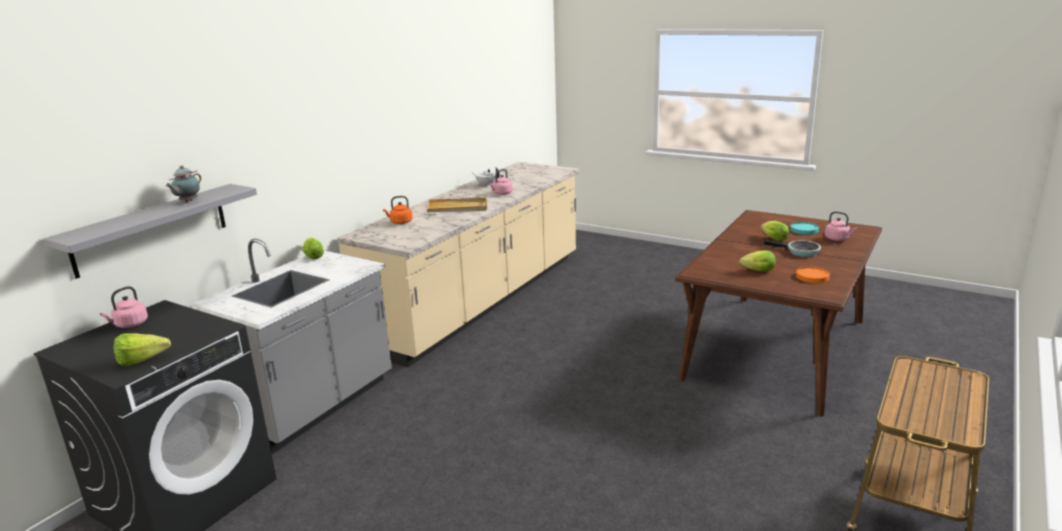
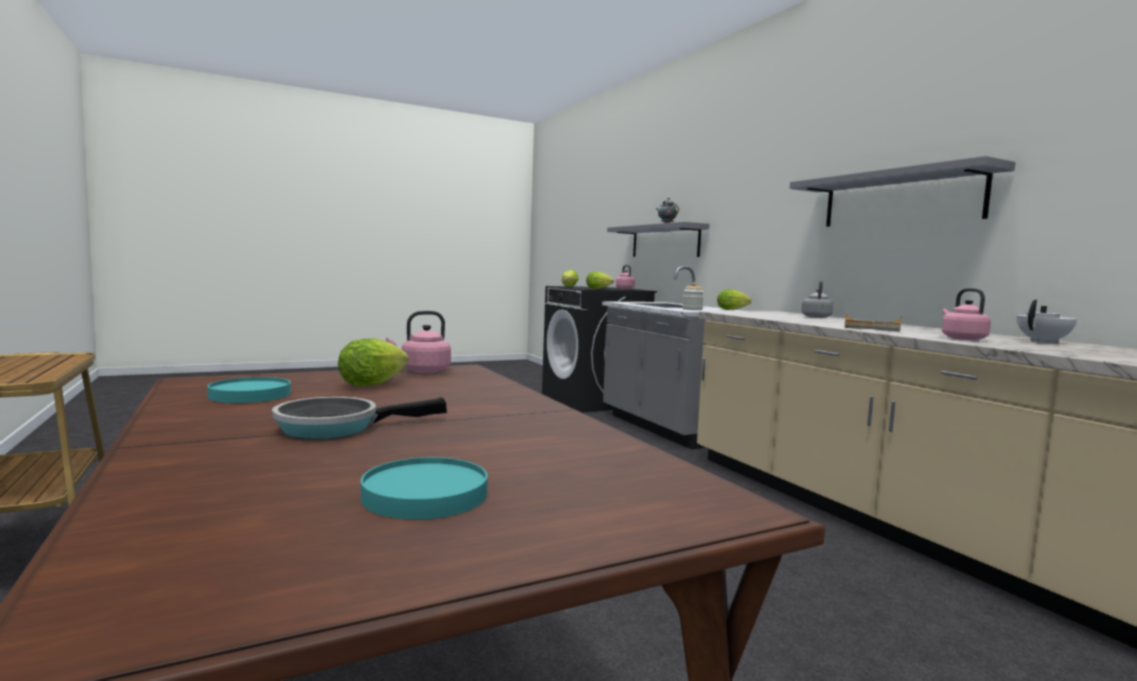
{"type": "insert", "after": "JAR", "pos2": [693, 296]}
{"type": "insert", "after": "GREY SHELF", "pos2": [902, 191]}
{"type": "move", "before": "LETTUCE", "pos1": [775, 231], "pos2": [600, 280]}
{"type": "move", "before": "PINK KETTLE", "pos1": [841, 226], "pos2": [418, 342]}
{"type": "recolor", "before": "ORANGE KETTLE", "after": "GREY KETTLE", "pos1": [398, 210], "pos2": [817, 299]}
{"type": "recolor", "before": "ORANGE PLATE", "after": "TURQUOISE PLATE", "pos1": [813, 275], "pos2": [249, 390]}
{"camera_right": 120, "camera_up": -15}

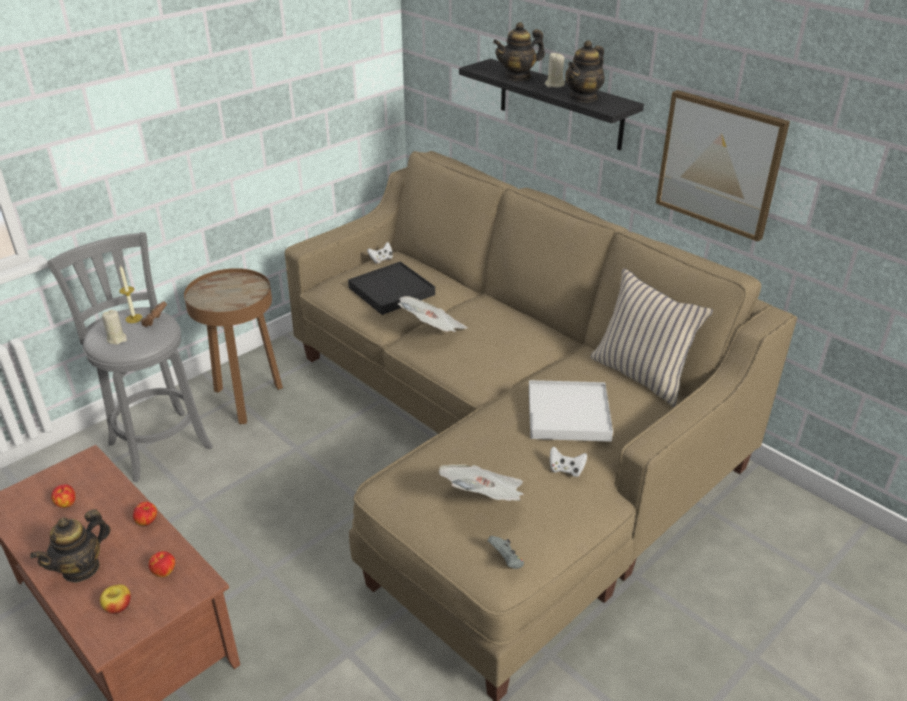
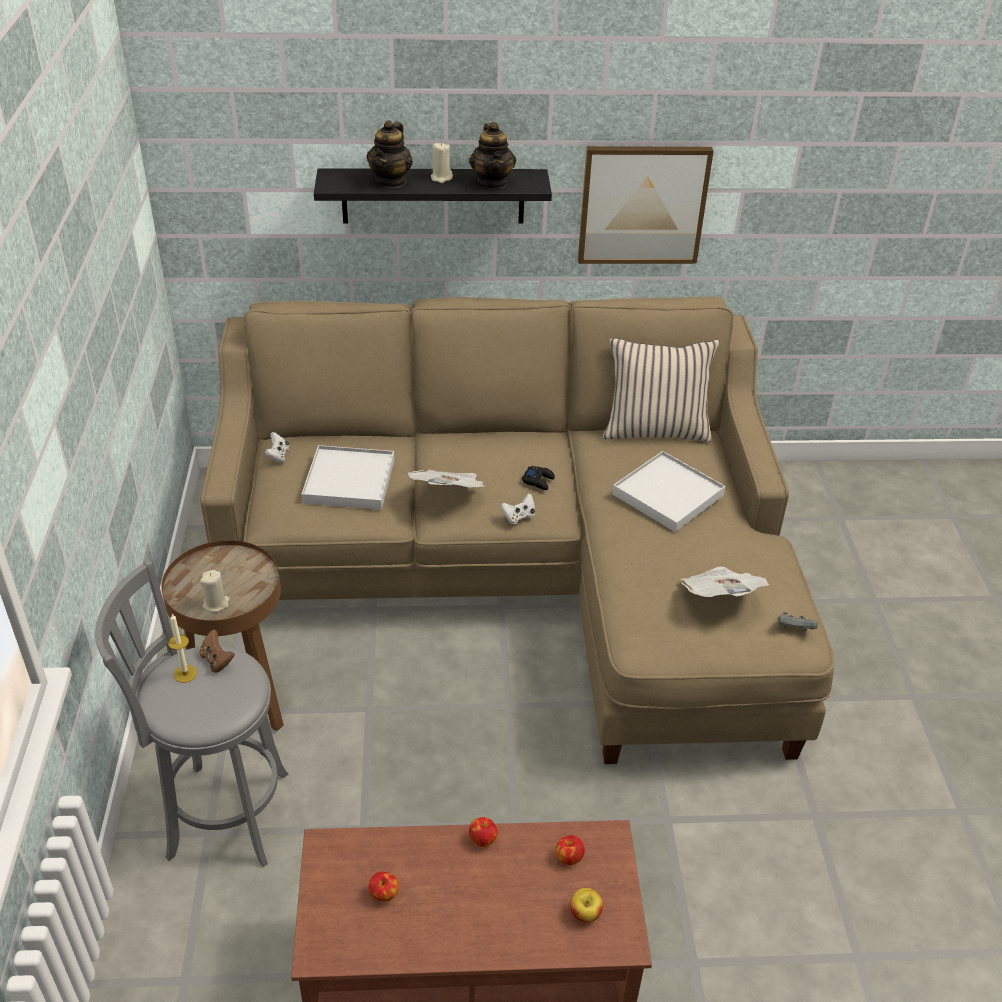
{"type": "delete", "before": "TEAPOT", "pos1": [70, 546]}
{"type": "insert", "after": "BLACK GAME CONTROLLER", "pos2": [538, 478]}
{"type": "move", "before": "BEIGE CANDLE", "pos1": [114, 327], "pos2": [215, 591]}
{"type": "move", "before": "WHITE GAME CONTROLLER", "pos1": [568, 461], "pos2": [518, 508]}
{"type": "recolor", "before": "BLACK TRAY", "after": "WHITE TRAY", "pos1": [391, 288], "pos2": [348, 477]}
{"camera_right": -50, "camera_up": 5}

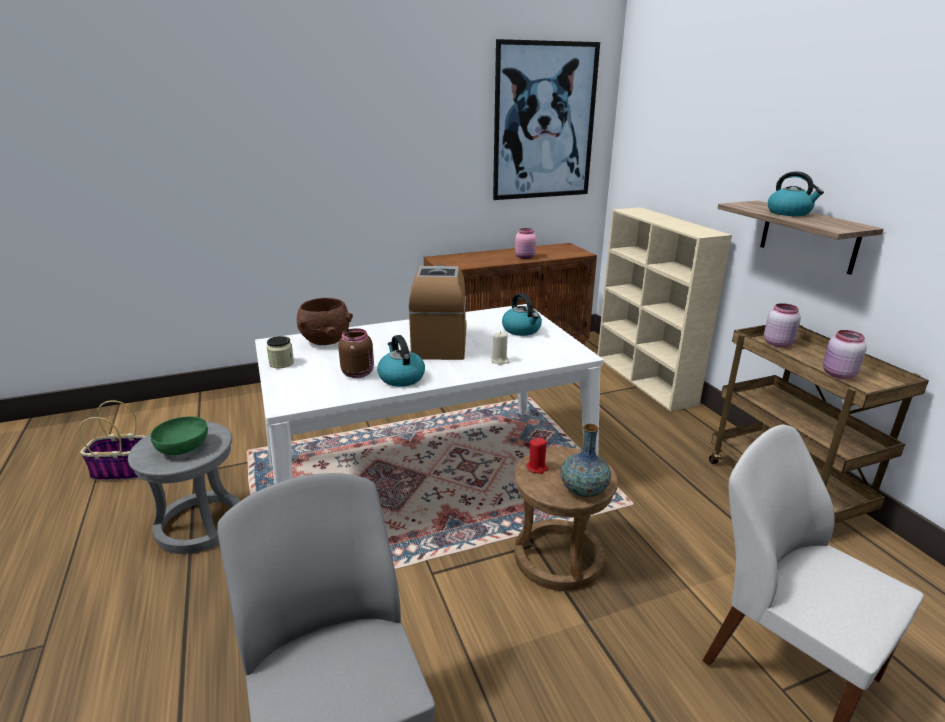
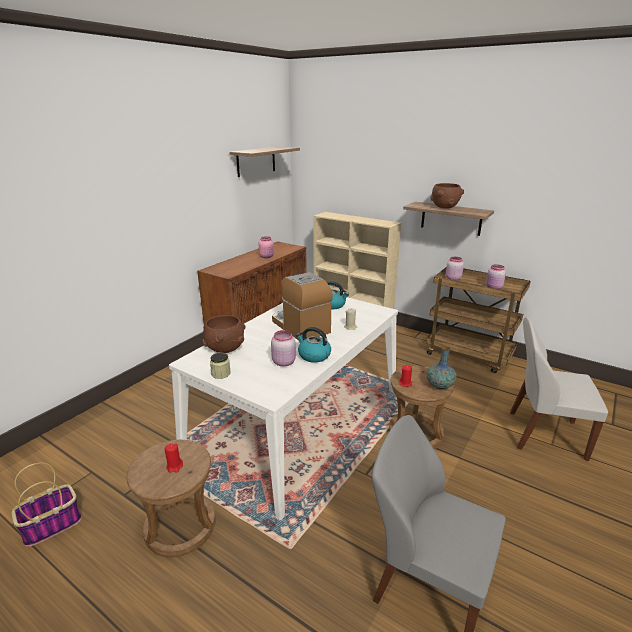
{"type": "replace", "before": "GREEN BOWL", "after": "RED CANDLE", "pos1": [179, 435], "pos2": [173, 458]}
{"type": "replace", "before": "PICTURE", "after": "SHELF", "pos1": [546, 119], "pos2": [264, 161]}
{"type": "replace", "before": "KETTLE", "after": "BROWN BOWL", "pos1": [796, 193], "pos2": [447, 196]}
{"type": "recolor", "before": "GREY STOOL", "after": "BROWN STOOL", "pos1": [184, 488], "pos2": [171, 499]}
{"type": "recolor", "before": "BROWN JAR", "after": "PINK JAR", "pos1": [356, 353], "pos2": [283, 348]}
{"camera_right": -35, "camera_up": 0}

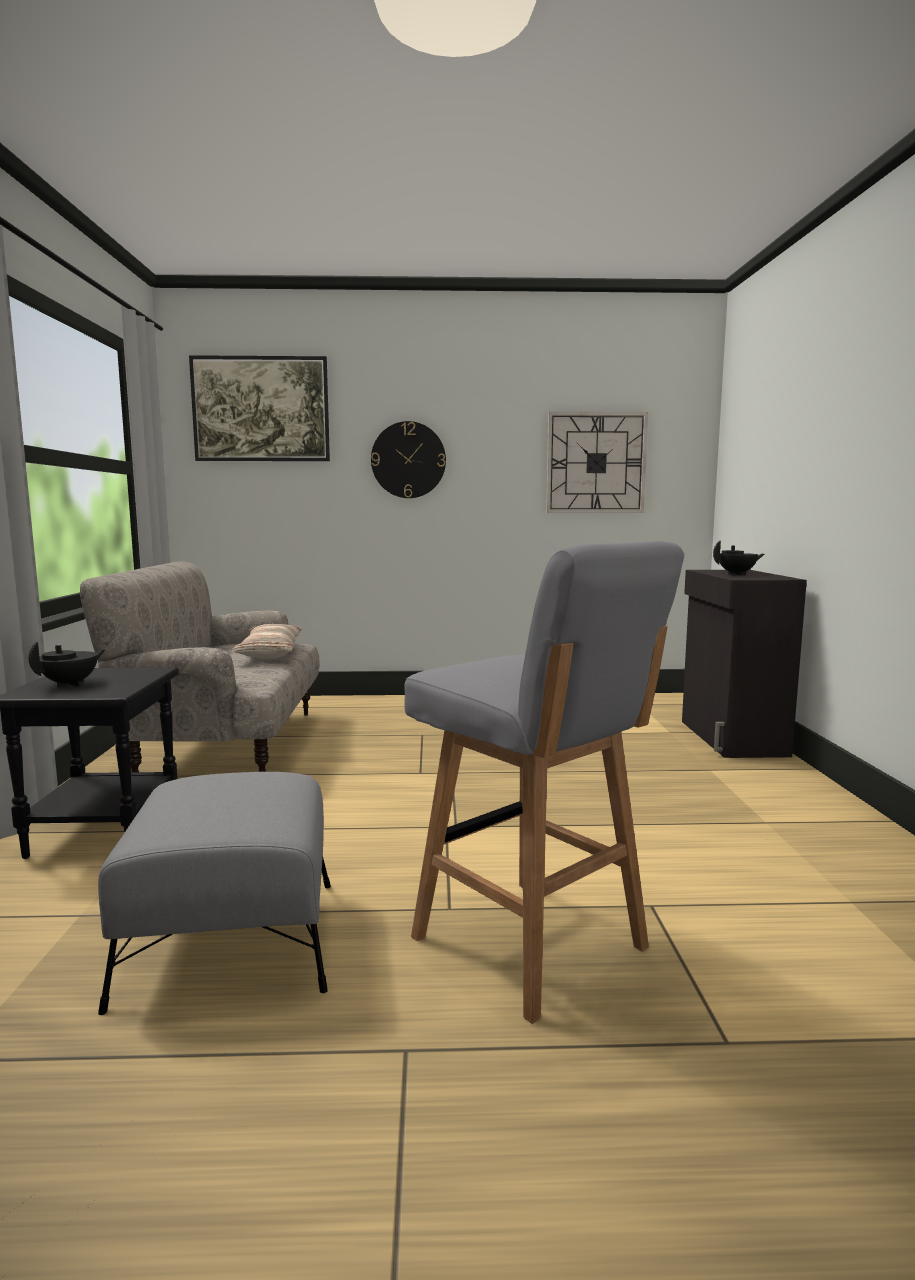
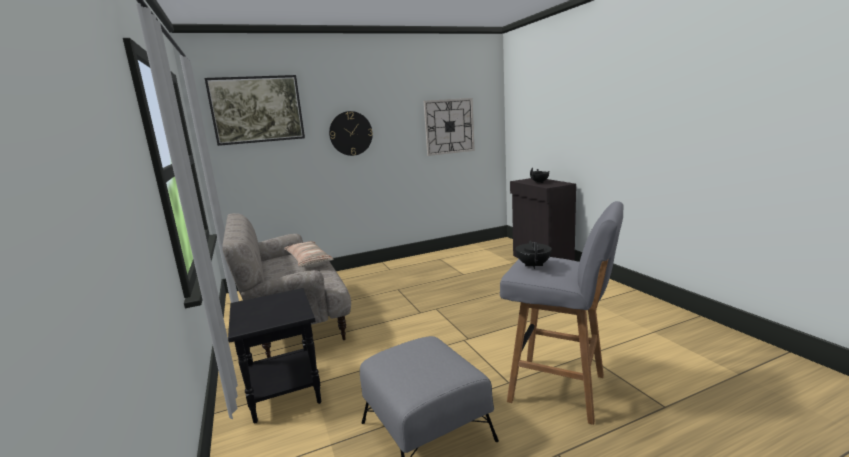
{"type": "move", "before": "BLACK TEAPOT", "pos1": [67, 664], "pos2": [534, 255]}
{"camera_right": -20, "camera_up": 5}

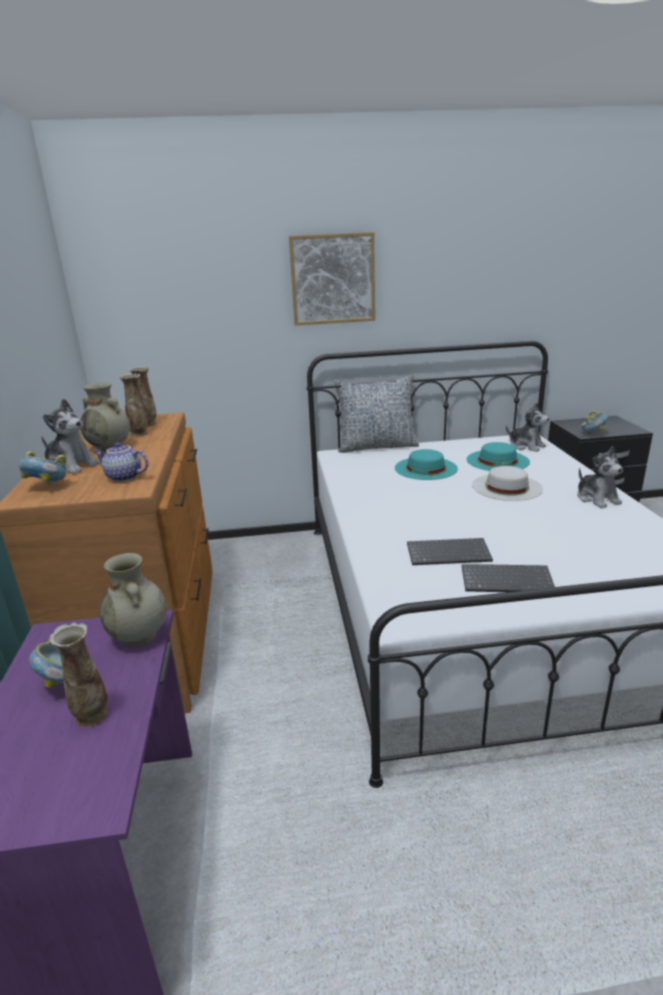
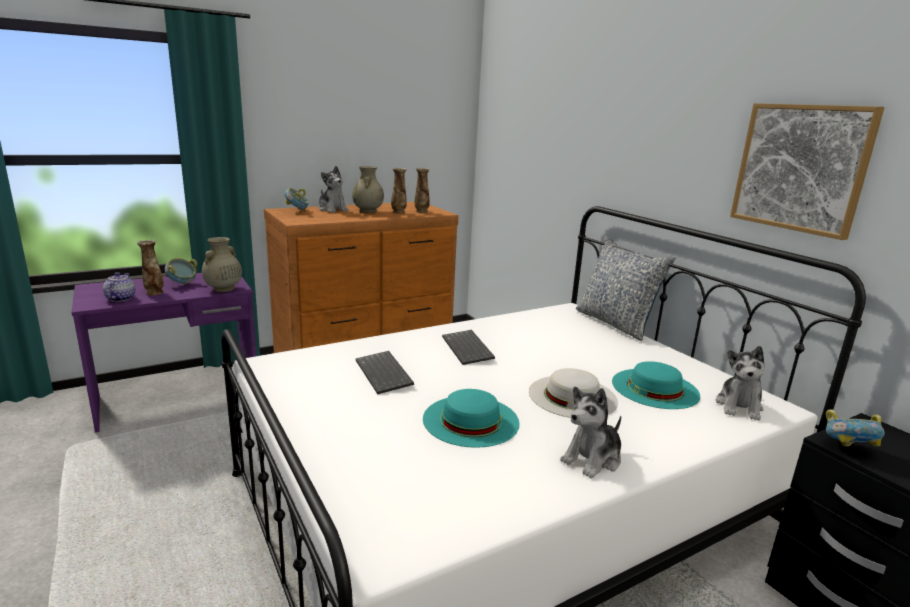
{"type": "move", "before": "TEAPOT", "pos1": [121, 462], "pos2": [119, 287]}
{"type": "move", "before": "PICTURE", "pos1": [332, 278], "pos2": [807, 171]}
{"type": "move", "before": "TURQUOISE HAT", "pos1": [426, 464], "pos2": [471, 418]}
{"type": "move", "before": "KEYBOARD", "pos1": [508, 578], "pos2": [468, 347]}
{"type": "rotate", "before": "PLUSH TOY", "pos1": [70, 436], "pos2": [333, 189], "turn": -45}
{"camera_right": 65, "camera_up": -5}

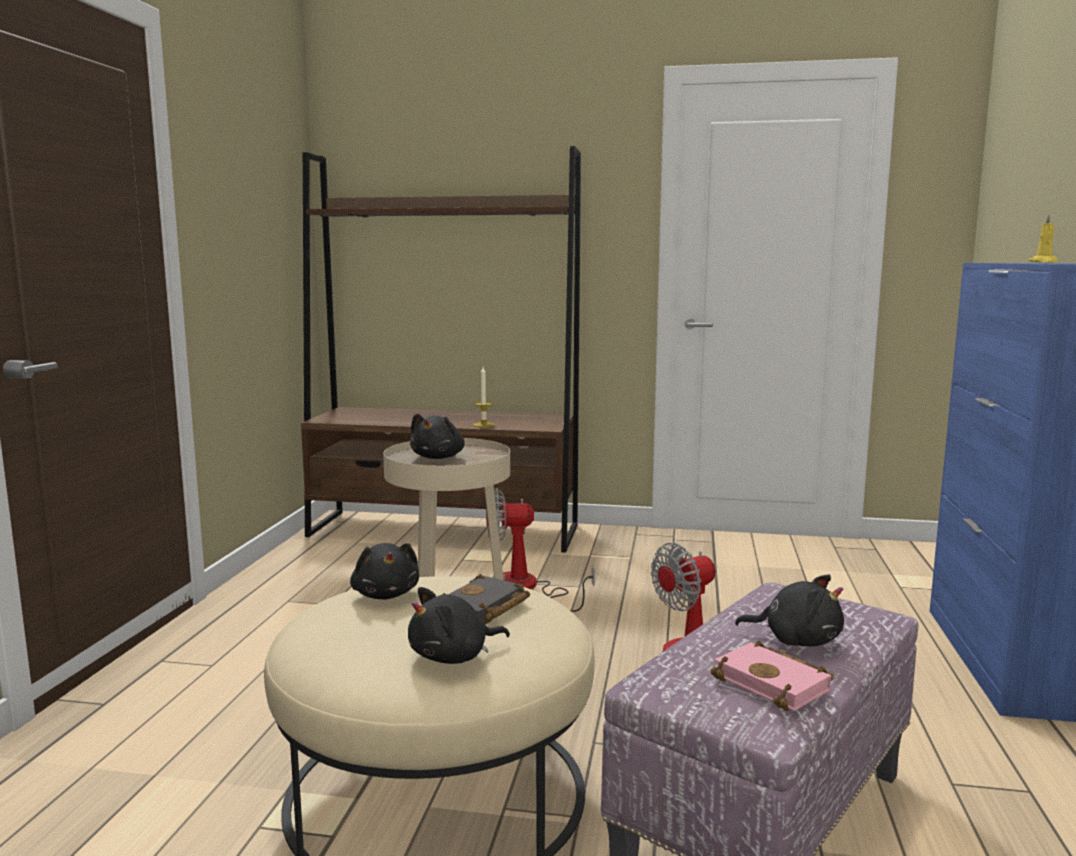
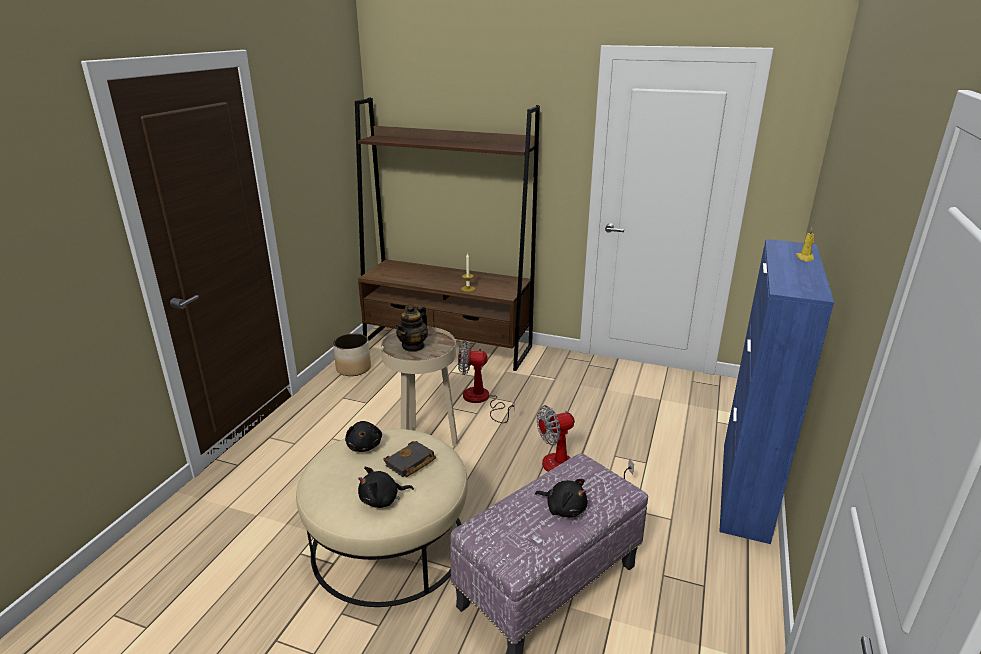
{"type": "delete", "before": "PINK BOOK", "pos1": [772, 676]}
{"type": "insert", "after": "PLANTER", "pos2": [352, 354]}
{"type": "replace", "before": "BLACK PLUSH TOY", "after": "TEAPOT", "pos1": [437, 436], "pos2": [411, 328]}
{"camera_right": 10, "camera_up": 15}

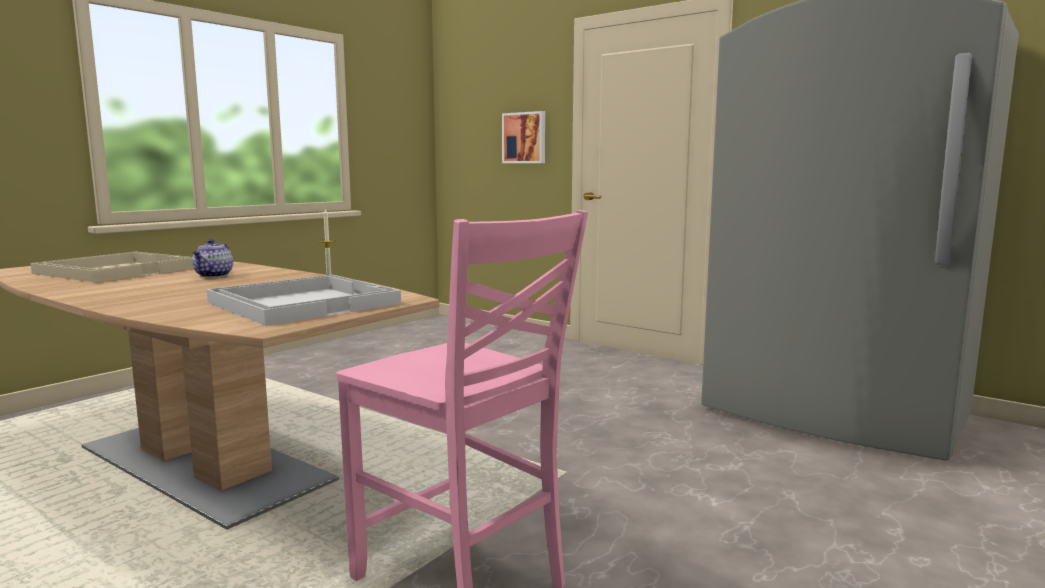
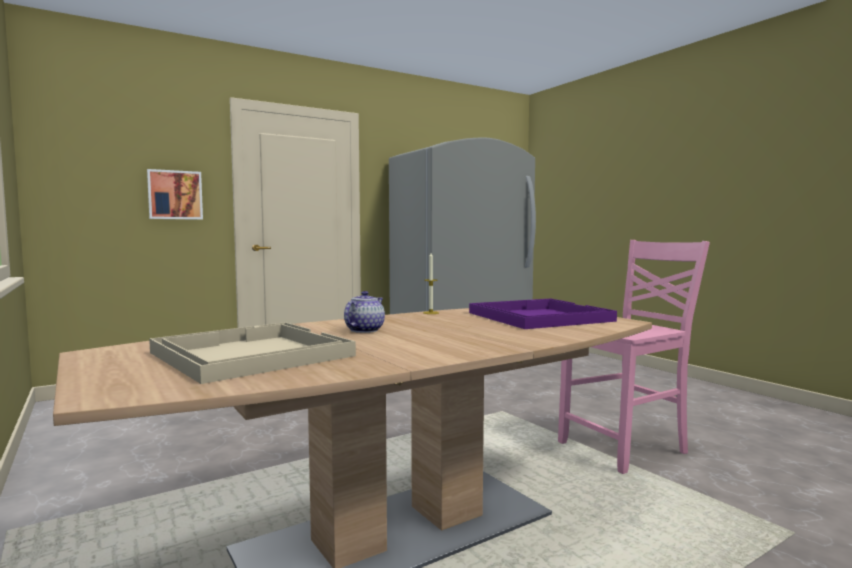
{"type": "recolor", "before": "WHITE TRAY", "after": "PURPLE TRAY", "pos1": [304, 300], "pos2": [543, 313]}
{"type": "rotate", "before": "TEAPOT", "pos1": [212, 258], "pos2": [364, 312], "turn": -90}
{"camera_right": -70, "camera_up": -5}

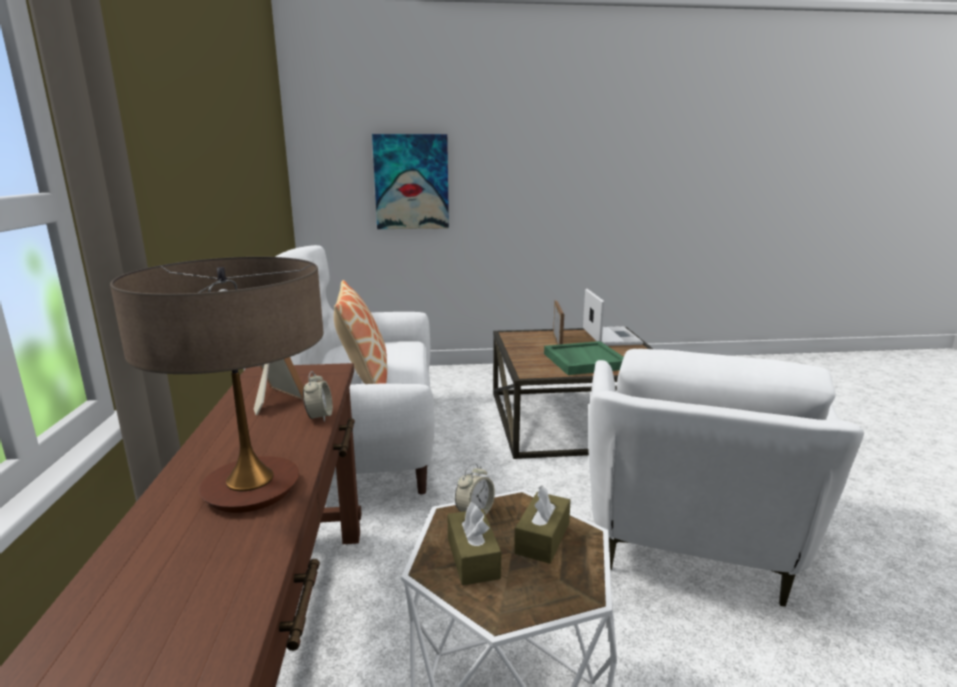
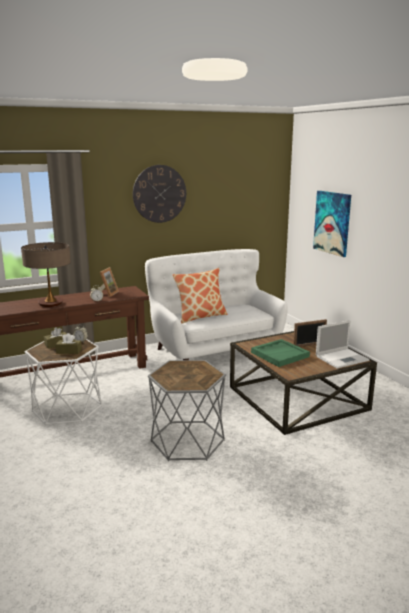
{"type": "insert", "after": "WALL CLOCK", "pos2": [159, 194]}
{"type": "replace", "before": "WHITE ARMCHAIR", "after": "GREY SIDE TABLE", "pos1": [726, 478], "pos2": [187, 410]}
{"camera_right": 70, "camera_up": 0}

